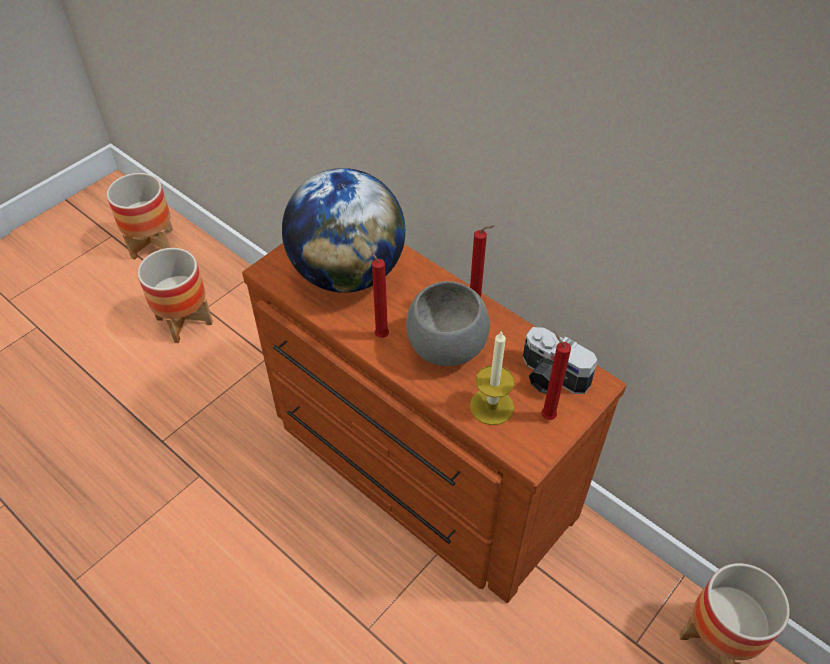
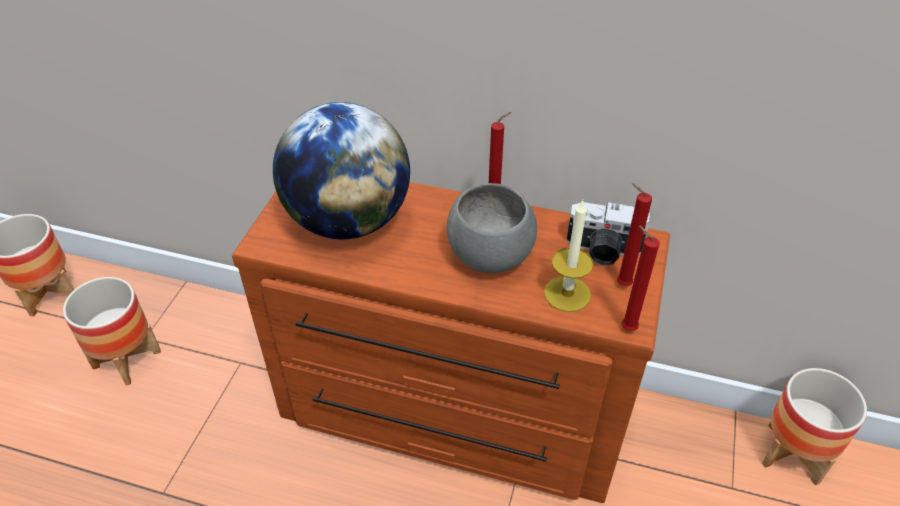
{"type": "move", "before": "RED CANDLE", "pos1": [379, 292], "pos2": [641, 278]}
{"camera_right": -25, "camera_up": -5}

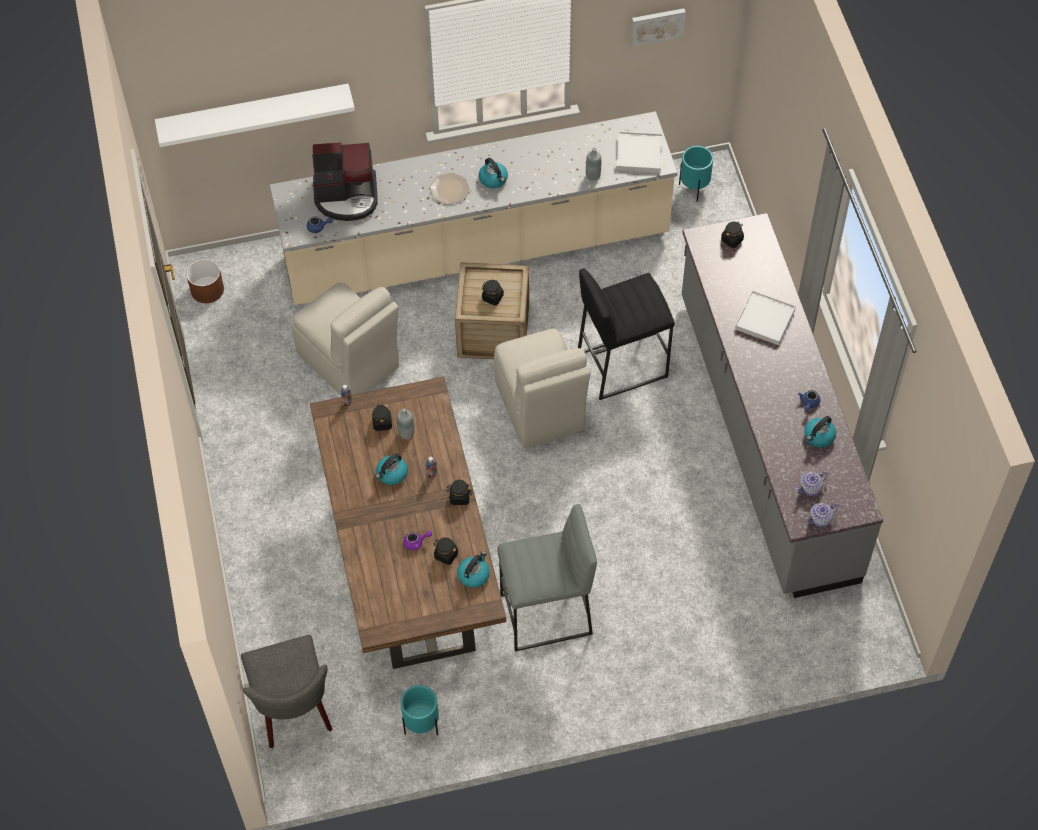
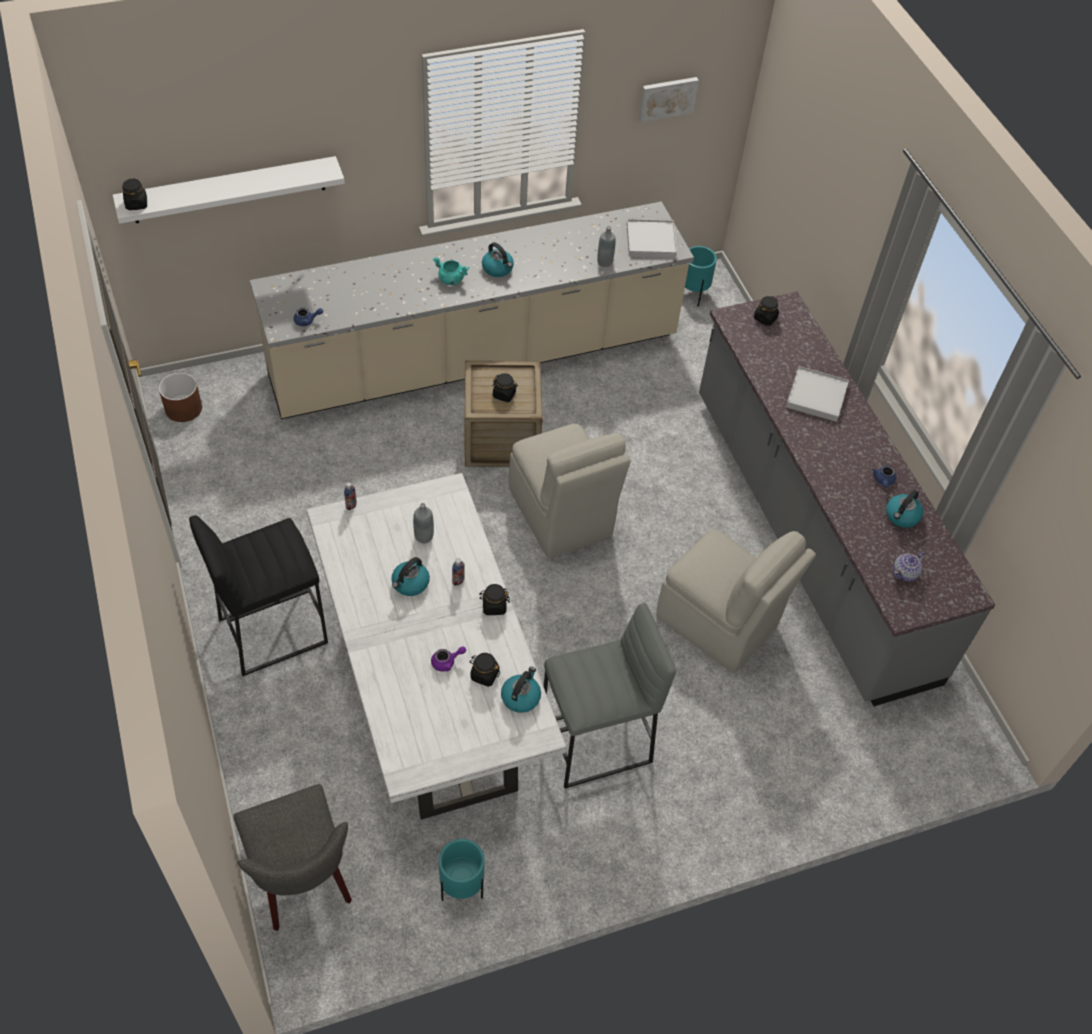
{"type": "delete", "before": "COFFEE MACHINE", "pos1": [345, 181]}
{"type": "delete", "before": "TEAPOT", "pos1": [822, 515]}
{"type": "move", "before": "BEIGE CHAIR", "pos1": [345, 339], "pos2": [736, 601]}
{"type": "move", "before": "BLACK JAR", "pos1": [382, 417], "pos2": [134, 194]}
{"type": "move", "before": "BLACK STOOL", "pos1": [626, 334], "pos2": [258, 595]}
{"type": "replace", "before": "PLATE", "after": "TURQUOISE COOKING POT", "pos1": [450, 188], "pos2": [451, 271]}
{"type": "recolor", "before": "BROWN DINING TABLE", "after": "WHITE DINING TABLE", "pos1": [408, 522], "pos2": [436, 646]}
{"camera_right": -10, "camera_up": -5}

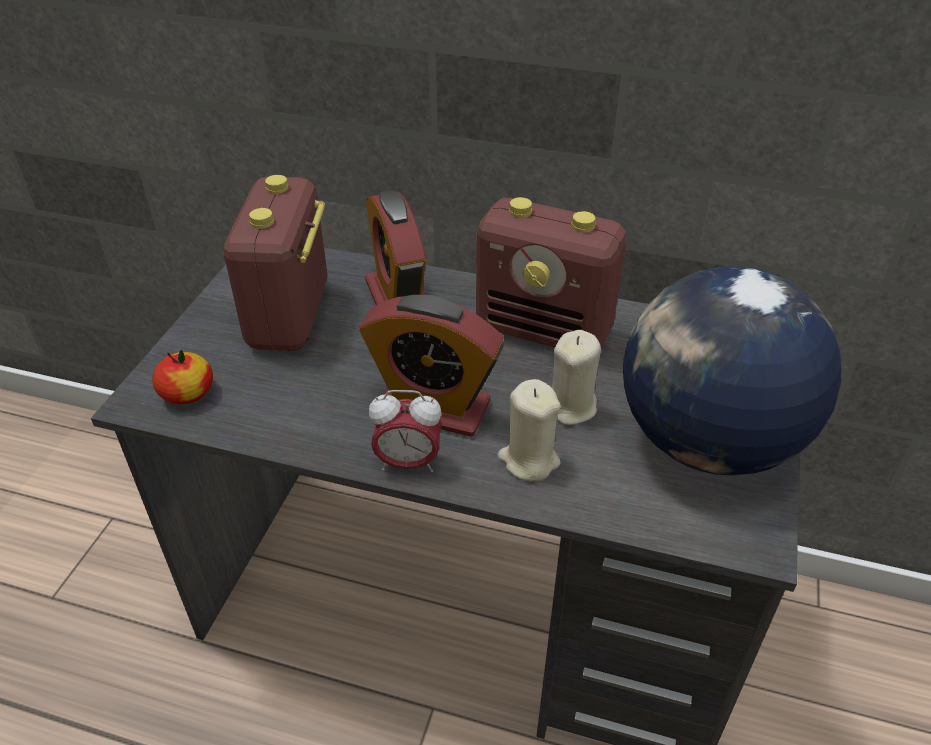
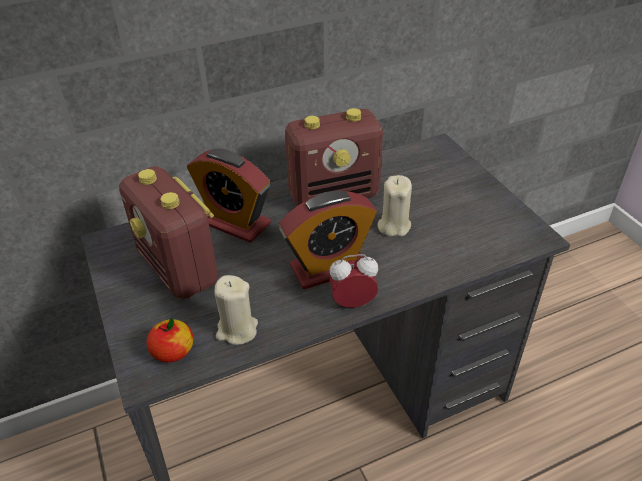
{"type": "delete", "before": "GLOBE", "pos1": [732, 370]}
{"type": "move", "before": "BEIGE CANDLE", "pos1": [529, 430], "pos2": [236, 310]}
{"type": "rotate", "before": "ALARM CLOCK", "pos1": [405, 431], "pos2": [353, 280], "turn": -150}
{"camera_right": -40, "camera_up": 0}

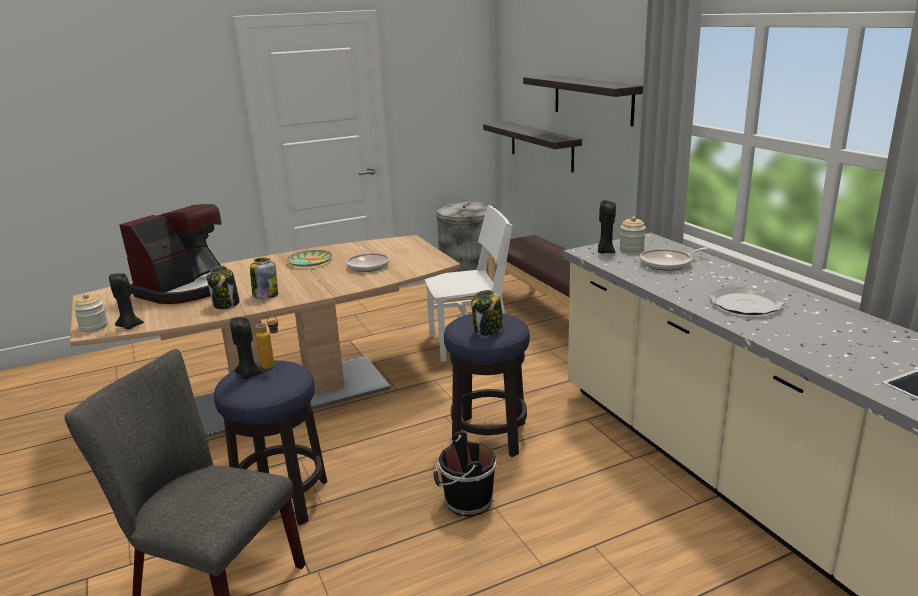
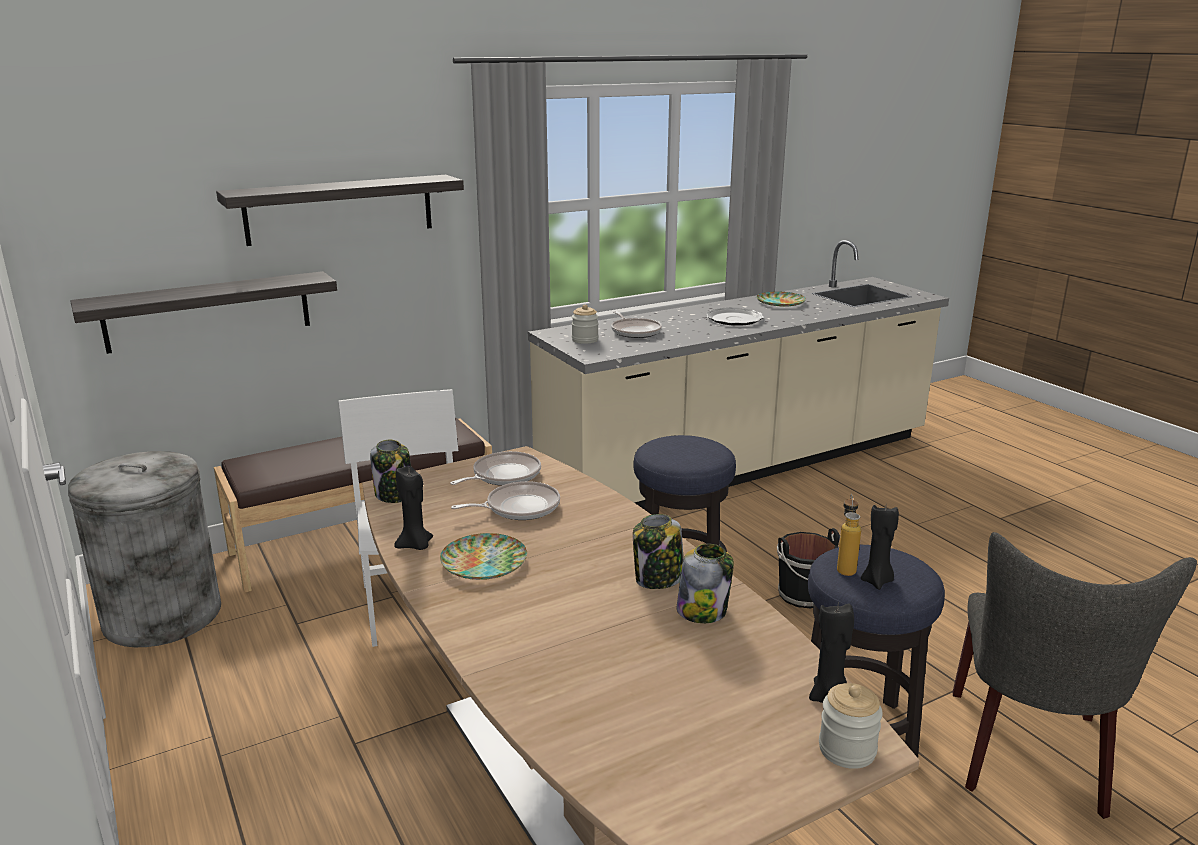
{"type": "delete", "before": "COFFEE MACHINE", "pos1": [173, 254]}
{"type": "insert", "after": "FRYING PAN", "pos2": [495, 468]}
{"type": "insert", "after": "PLATE", "pos2": [781, 299]}
{"type": "move", "before": "JAR", "pos1": [487, 313], "pos2": [390, 471]}
{"type": "move", "before": "BLACK CANDLE", "pos1": [607, 226], "pos2": [413, 508]}
{"camera_right": -95, "camera_up": 0}

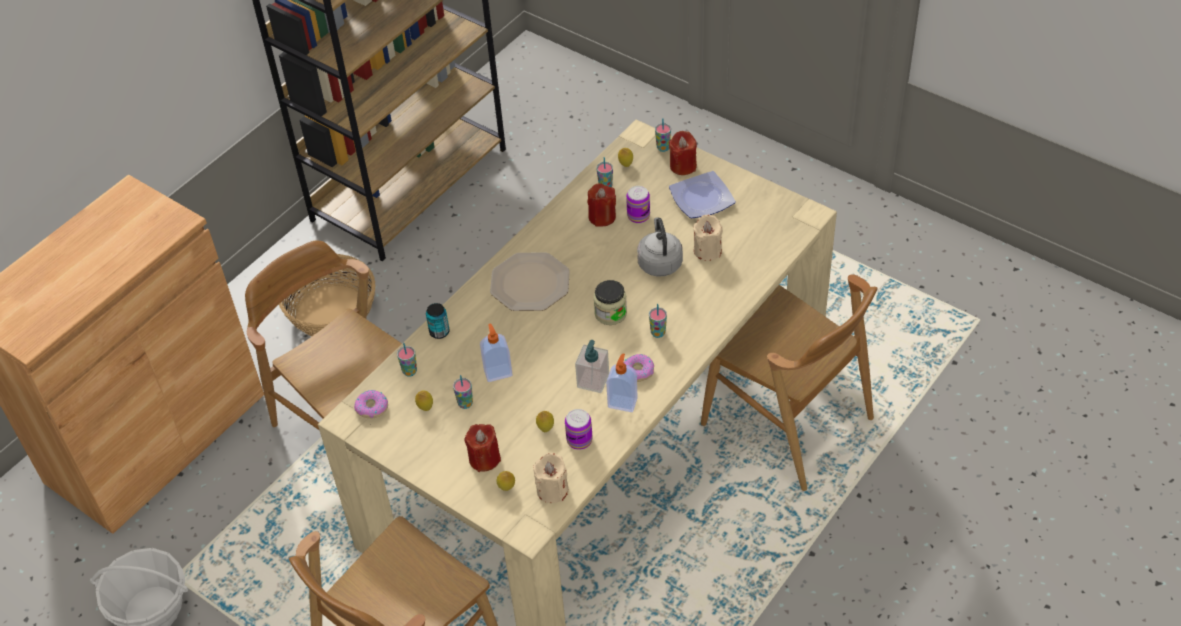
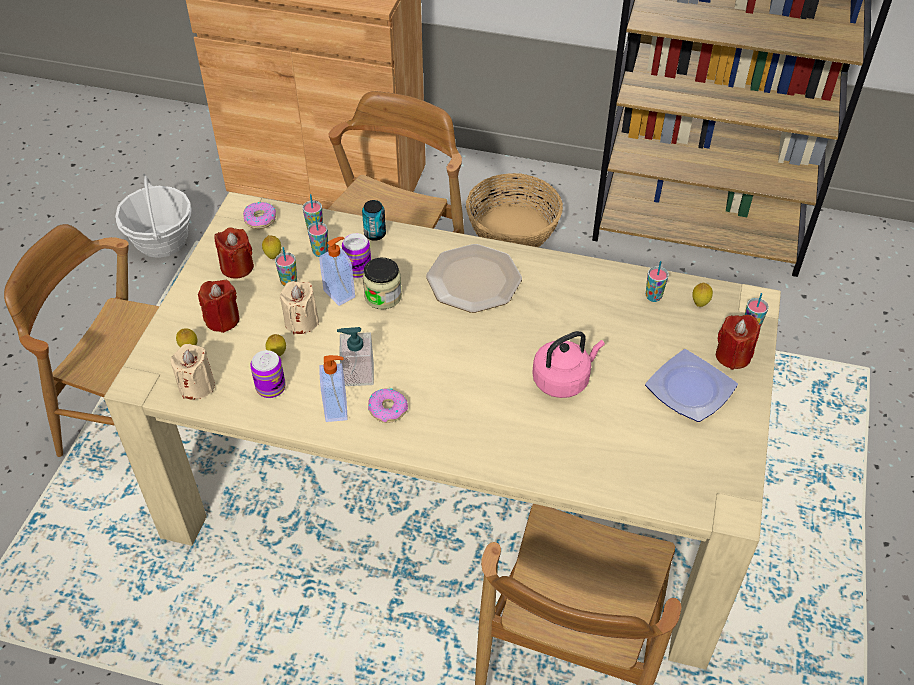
{"type": "move", "before": "RED CANDLE", "pos1": [601, 205], "pos2": [234, 253]}
{"type": "move", "before": "JAR", "pos1": [610, 302], "pos2": [382, 283]}
{"type": "move", "before": "CAN", "pos1": [638, 204], "pos2": [356, 255]}
{"type": "move", "before": "CUP", "pos1": [658, 321], "pos2": [318, 236]}
{"type": "move", "before": "BEIGE CANDLE", "pos1": [708, 238], "pos2": [299, 307]}
{"type": "recolor", "before": "GREY KETTLE", "after": "PINK KETTLE", "pos1": [660, 247], "pos2": [568, 364]}
{"camera_right": 65, "camera_up": 0}

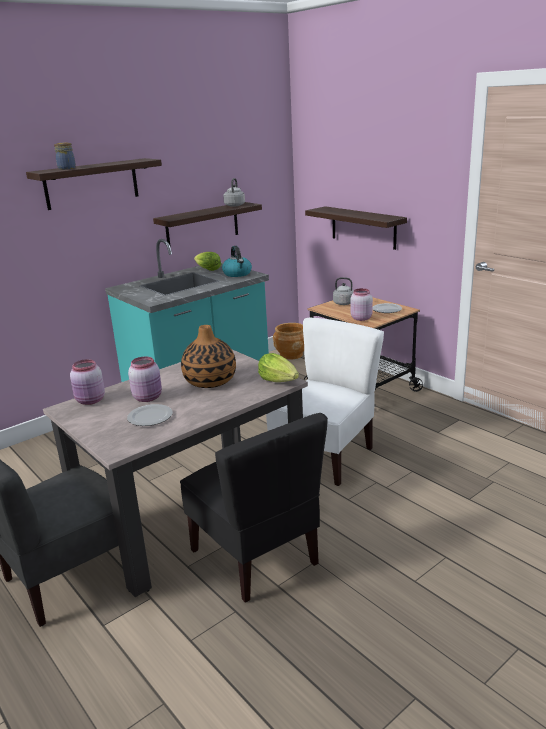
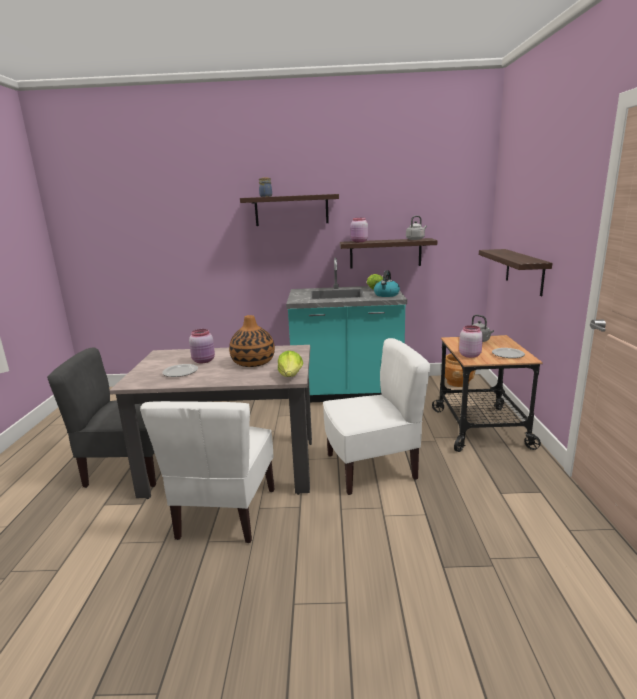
{"type": "move", "before": "PINK JAR", "pos1": [87, 382], "pos2": [359, 230]}
{"type": "recolor", "before": "BLACK CHAIR", "after": "WHITE CHAIR", "pos1": [254, 508], "pos2": [207, 472]}
{"camera_right": 40, "camera_up": -5}

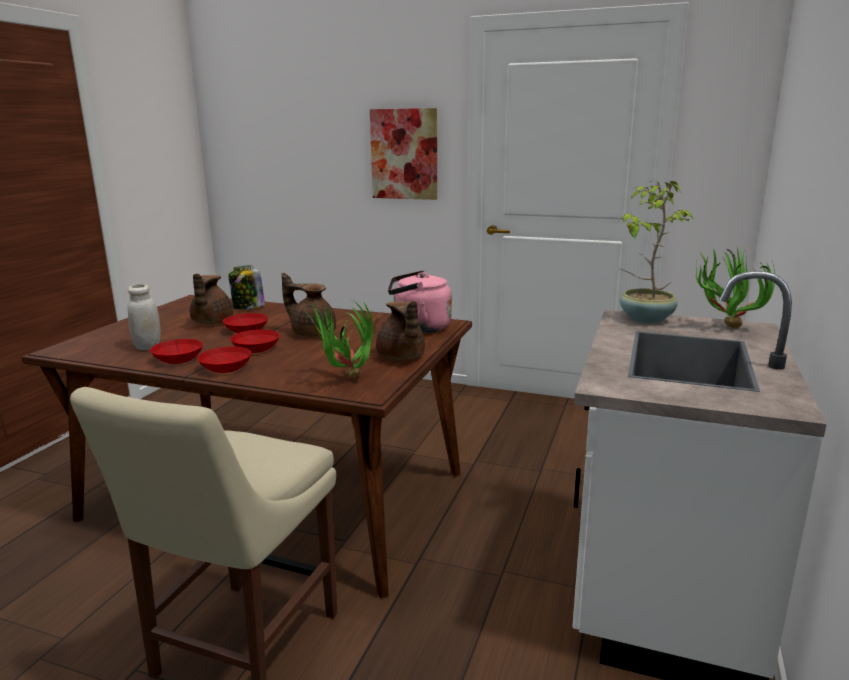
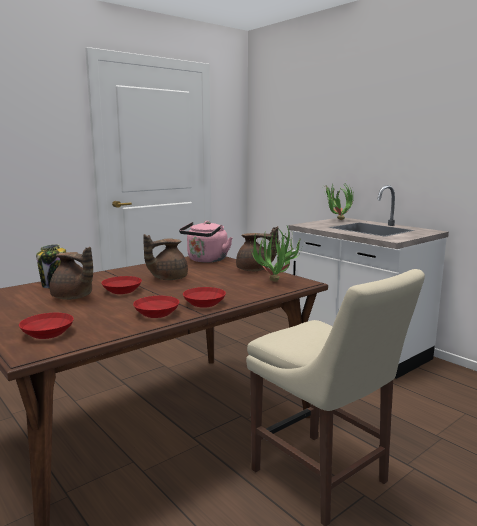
{"type": "delete", "before": "WHITE JAR", "pos1": [144, 317]}
{"type": "delete", "before": "PICTURE", "pos1": [403, 154]}
{"type": "delete", "before": "POTTED PLANT", "pos1": [656, 251]}
{"type": "move", "before": "RED BOWL", "pos1": [255, 341], "pos2": [46, 326]}
{"camera_right": -60, "camera_up": -5}

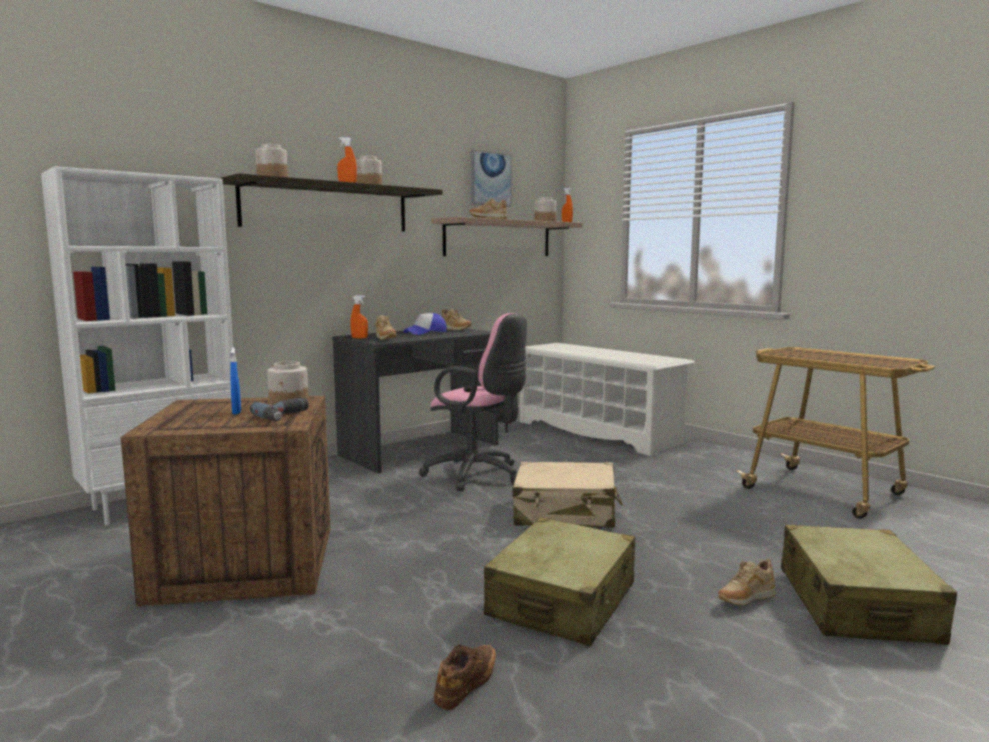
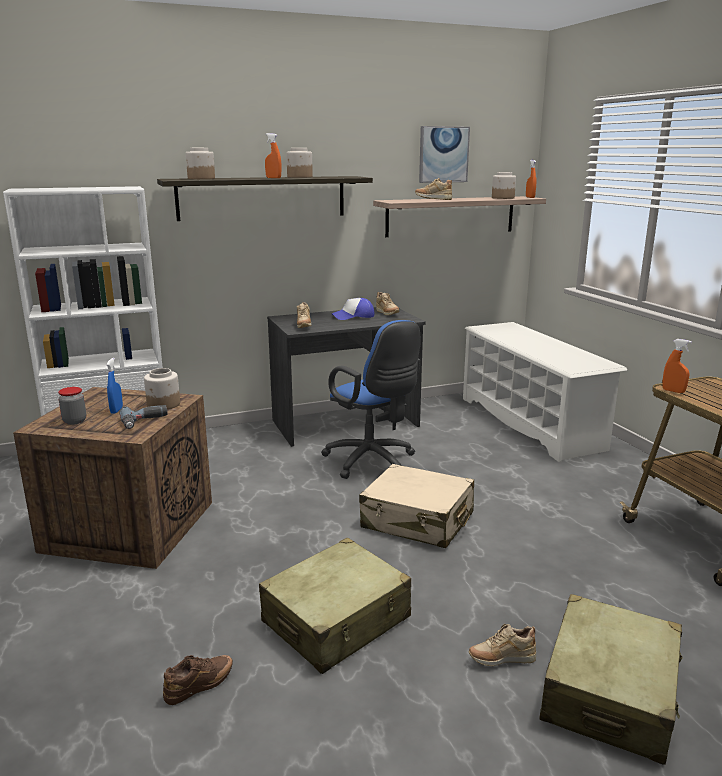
{"type": "insert", "after": "JAR", "pos2": [72, 406]}
{"type": "move", "before": "ORANGE SPRAY BOTTLE", "pos1": [359, 317], "pos2": [677, 366]}
{"type": "recolor", "before": "PINK OFFICE CHAIR", "after": "BLUE OFFICE CHAIR", "pos1": [473, 402], "pos2": [371, 399]}
{"camera_right": 20, "camera_up": 10}

